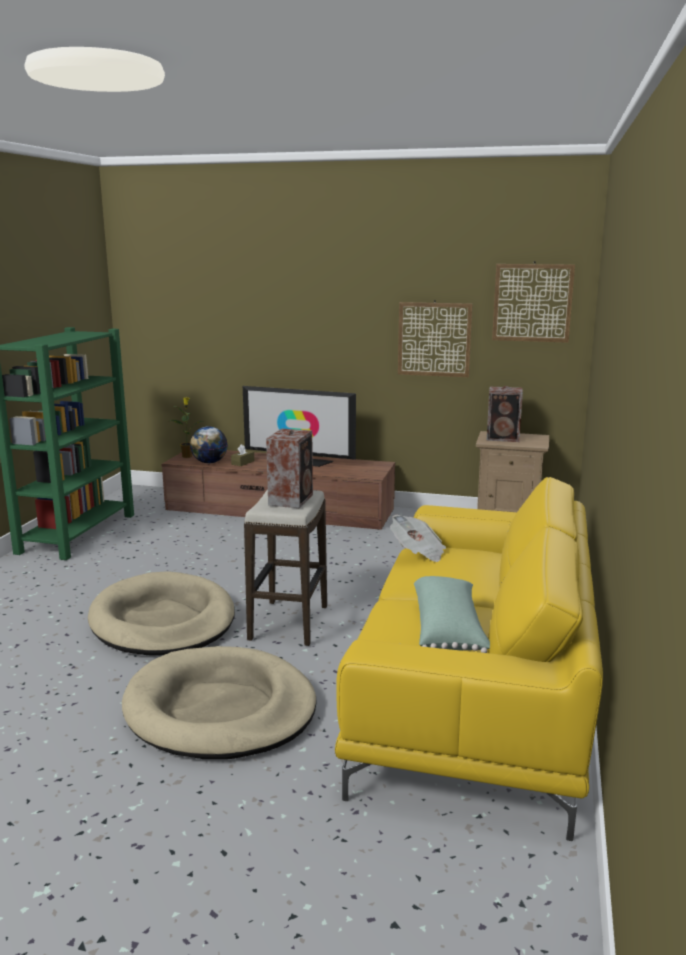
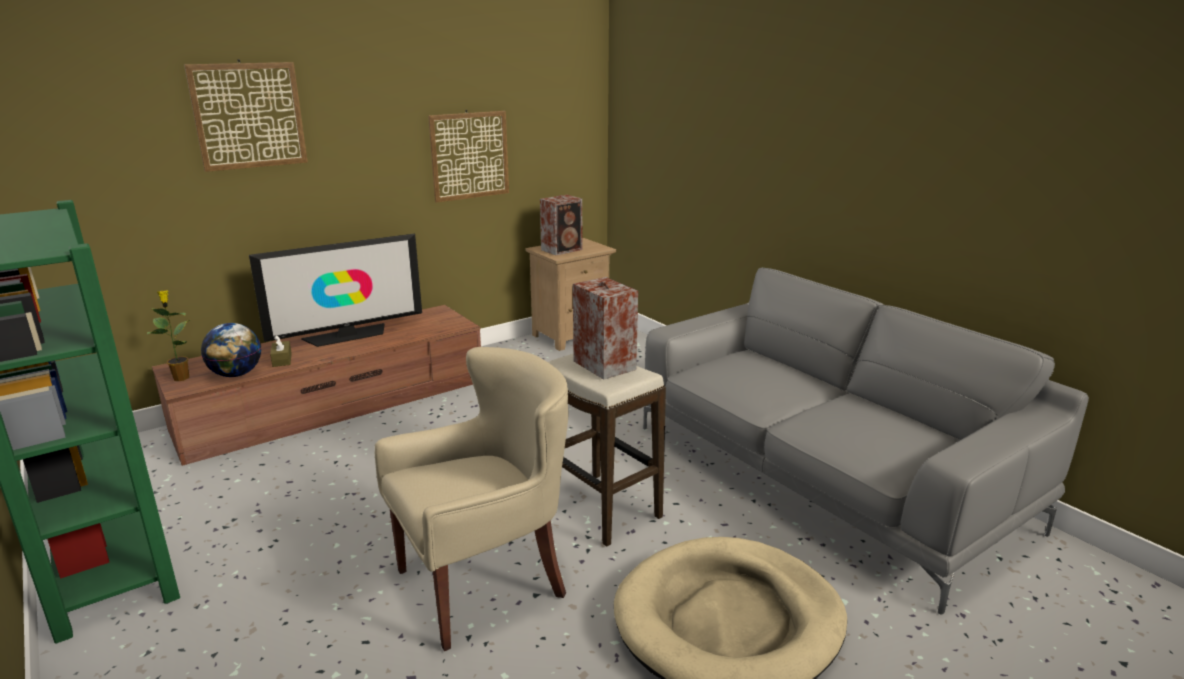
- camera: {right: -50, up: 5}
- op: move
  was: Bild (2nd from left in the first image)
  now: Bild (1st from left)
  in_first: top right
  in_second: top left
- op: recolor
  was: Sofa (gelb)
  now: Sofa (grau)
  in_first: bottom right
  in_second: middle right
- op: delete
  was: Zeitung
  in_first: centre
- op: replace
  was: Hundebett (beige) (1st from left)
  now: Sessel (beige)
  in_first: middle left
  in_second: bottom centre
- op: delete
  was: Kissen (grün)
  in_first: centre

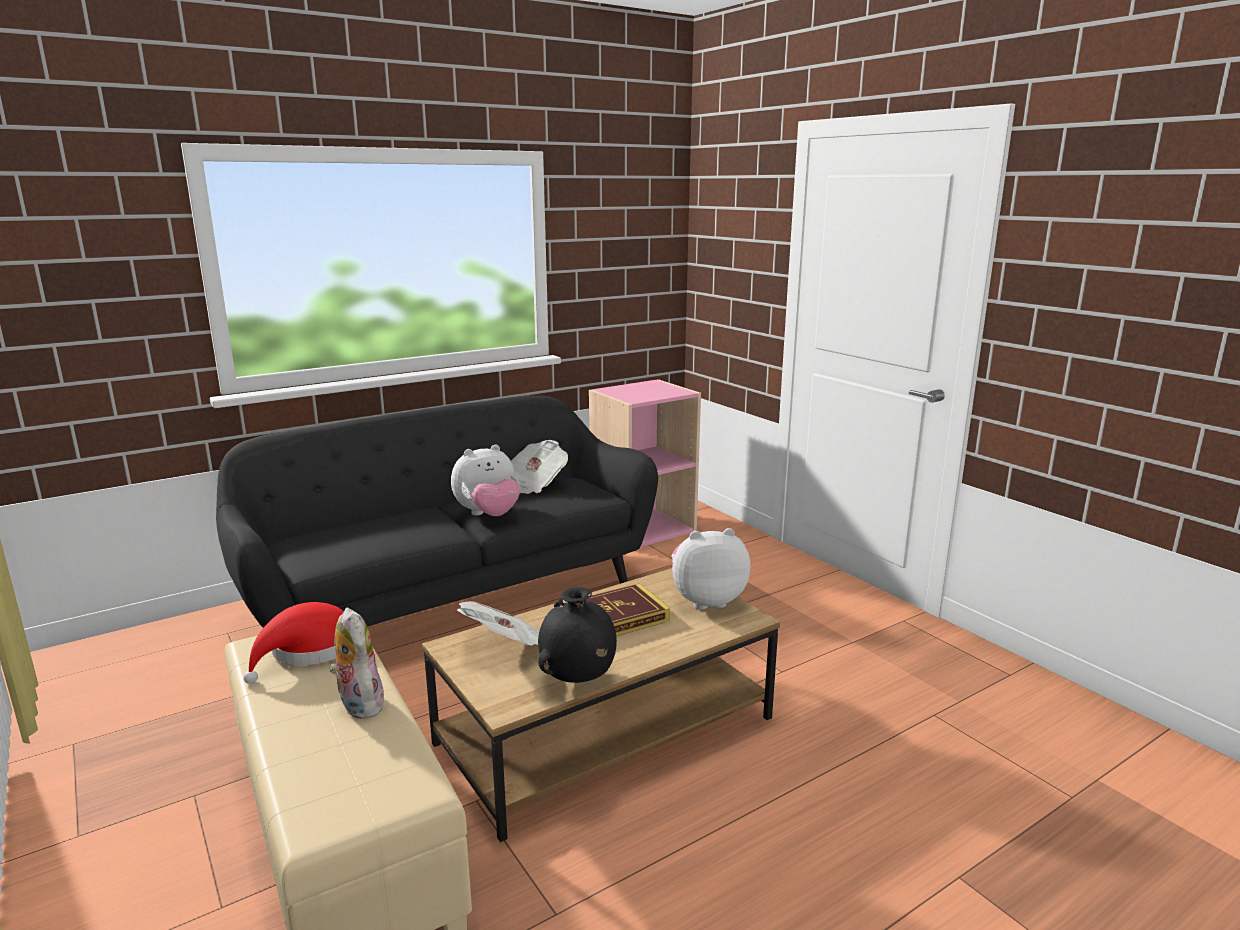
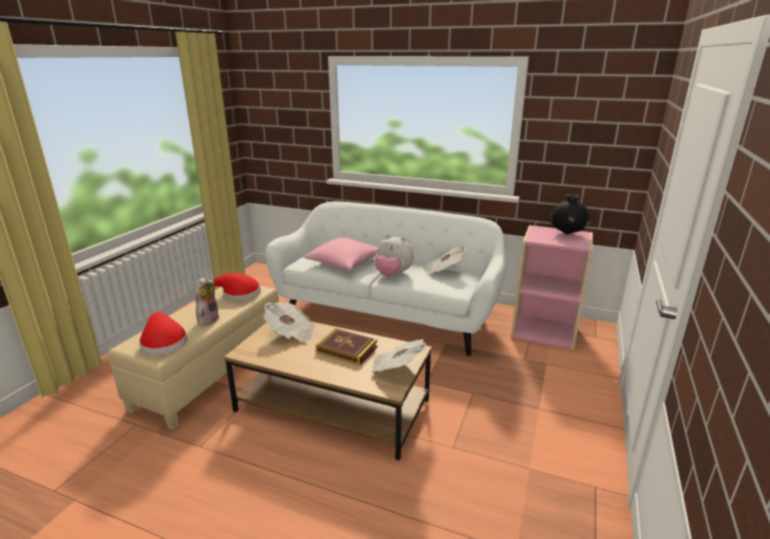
- camera: {right: 55, up: 5}
- op: recolor
  was: Sofa (schwarz)
  now: Sofa (weiß)
  in_first: centre
  in_second: centre
- op: replace
  was: Plüschtier (3rd from left)
  now: Zeitung (2nd from left)
  in_first: centre
  in_second: centre
- op: move
  was: Vase (schwarz)
  in_first: bottom centre
  in_second: middle right
- op: insert
  now: Kissen (rosa)
  in_second: centre
- op: insert
  now: Hut (rot) (1st from left)
  in_second: middle left

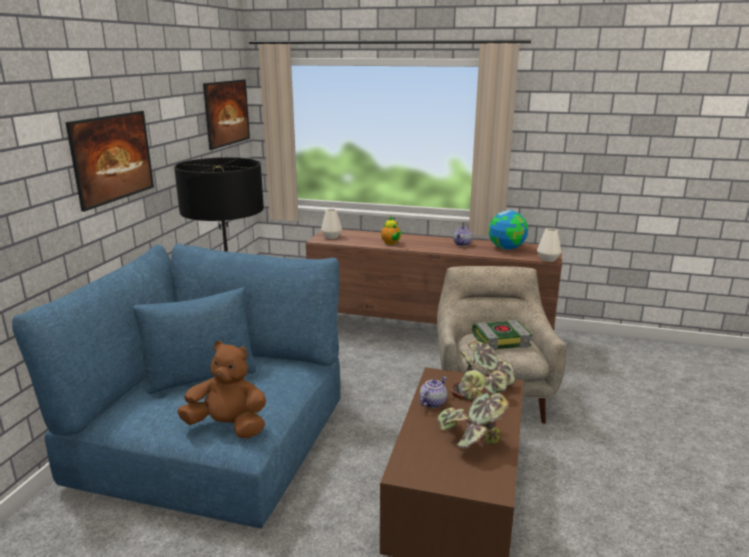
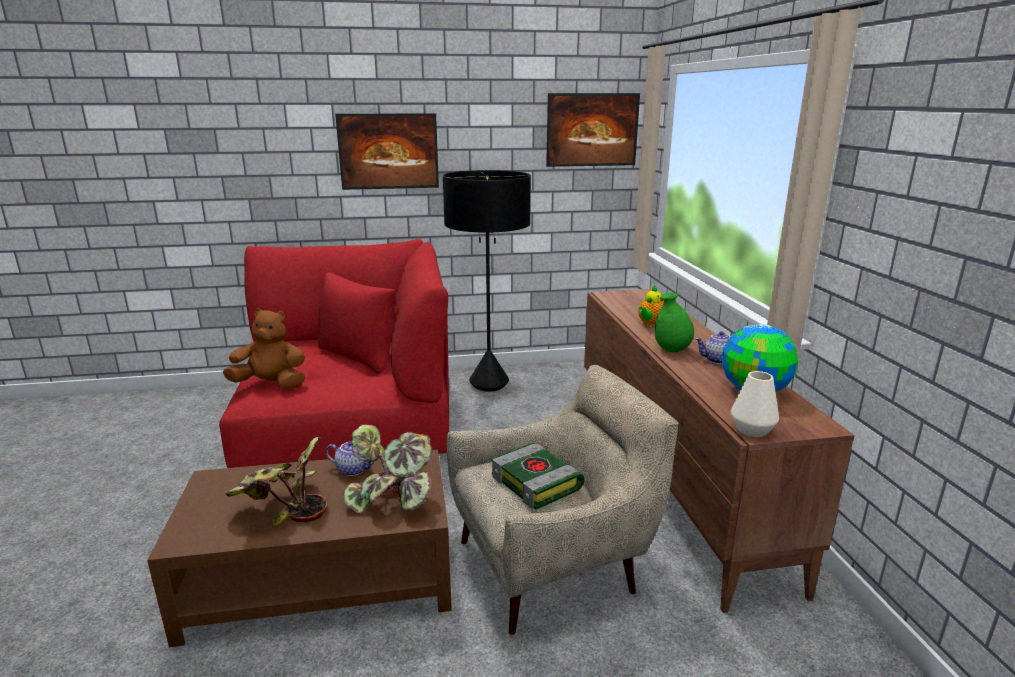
- camera: {right: 65, up: 0}
- op: delete
  was: Vase (weiß) (1st from left)
  in_first: centre
- op: recolor
  was: Sofa (blau)
  now: Sofa (rot)
  in_first: bottom left
  in_second: middle left
- op: rotate
  was: Plüschtier (braun)
  in_first: bottom left
  in_second: middle left
  clockwise: -75
- op: insert
  now: Vase (grün)
  in_second: centre

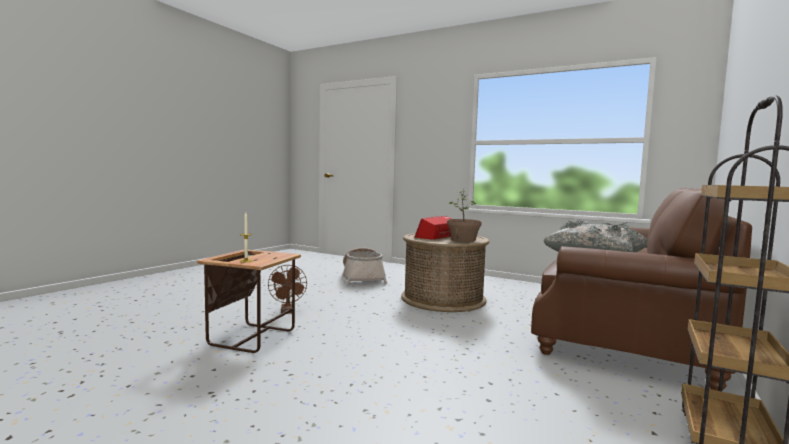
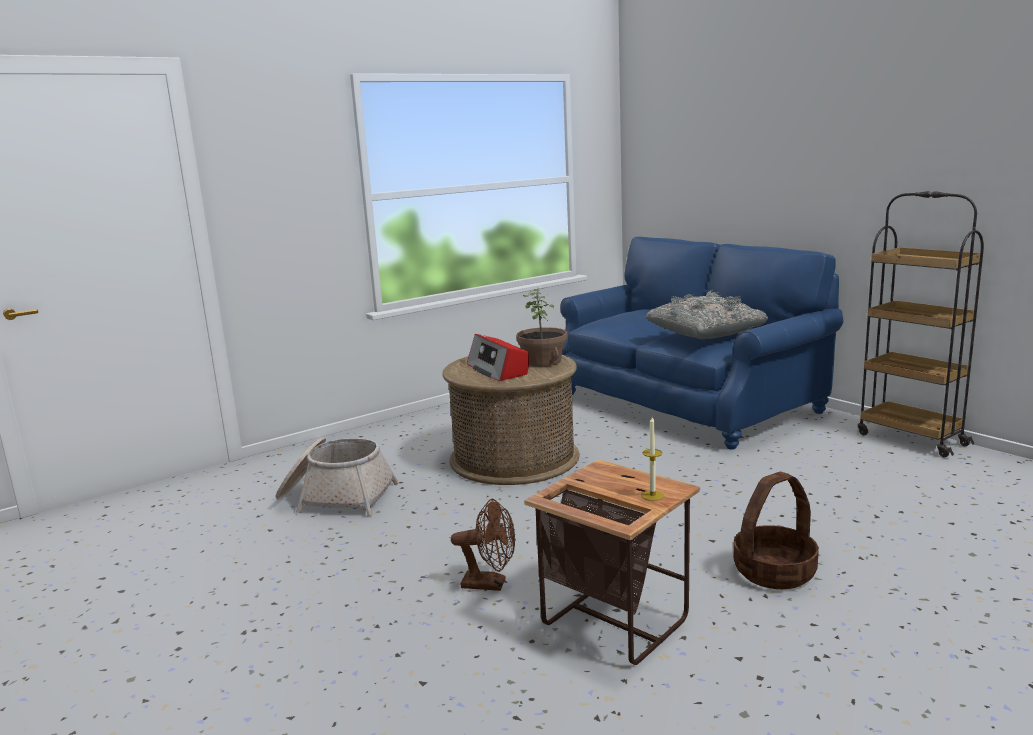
- camera: {right: -65, up: 10}
- op: recolor
  was: Sofa (braun)
  now: Sofa (blau)
  in_first: middle right
  in_second: middle right
- op: insert
  now: Korb (2nd from left)
  in_second: bottom right

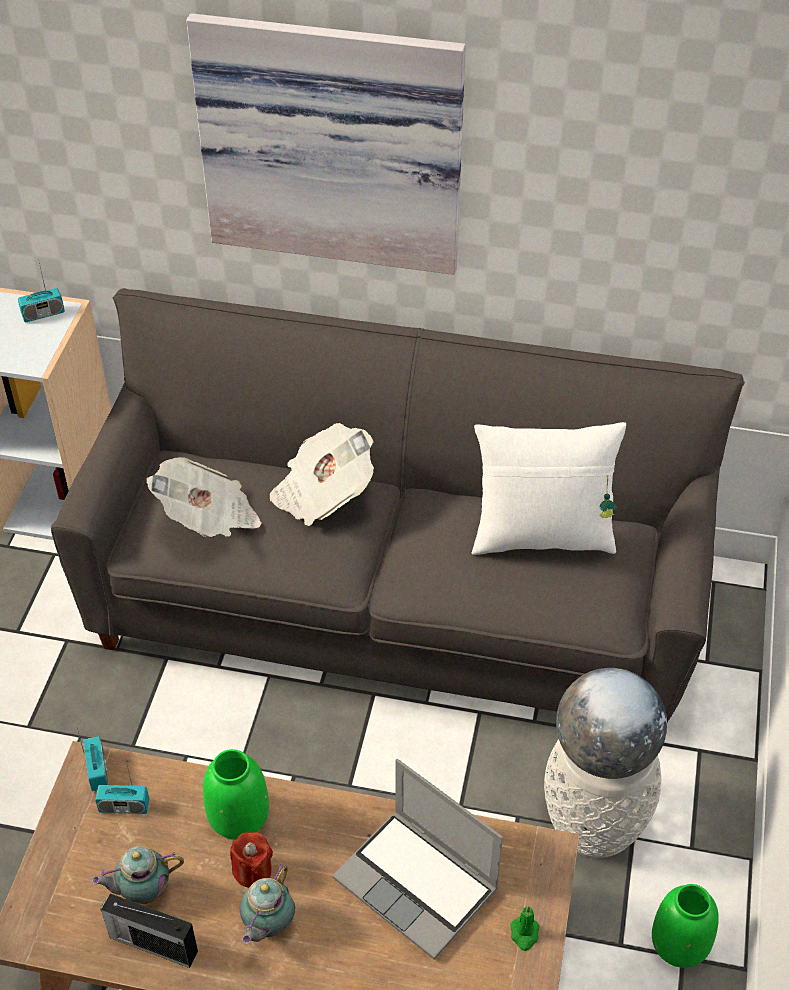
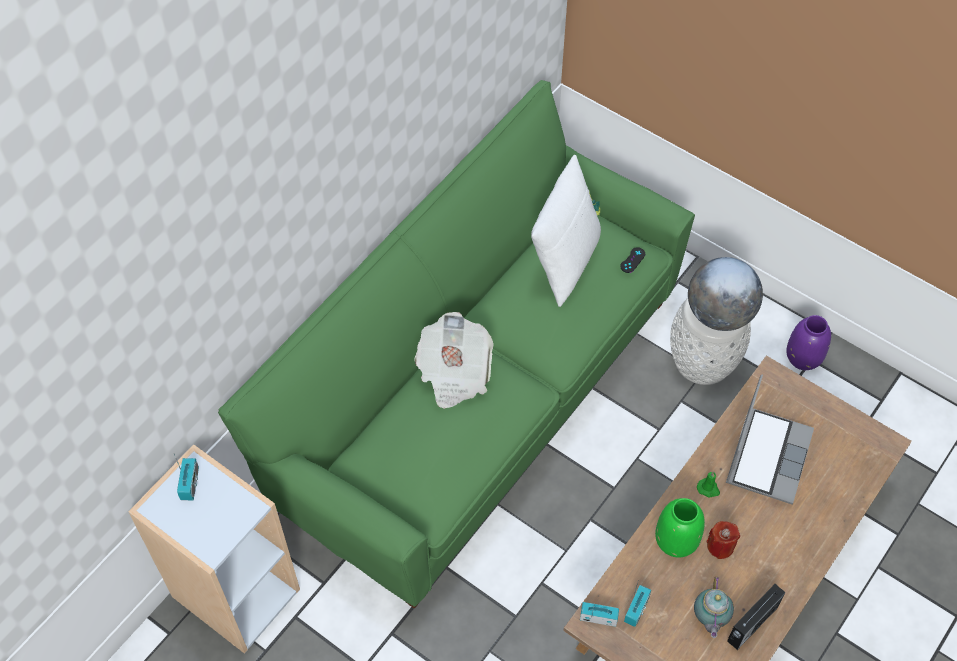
- camera: {right: -65, up: 10}
- op: delete
  was: Bild
  in_first: top centre
- op: recolor
  was: Sofa (grau)
  now: Sofa (grün)
  in_first: centre
  in_second: centre
- op: delete
  was: Zeitung (1st from left)
  in_first: middle left
- op: rotate
  was: Laptop
  in_first: bottom centre
  in_second: middle right
  clockwise: -45
- op: delete
  was: Teekanne (2nd from left)
  in_first: bottom centre
- op: recolor
  was: Vase (grün) (2nd from left)
  now: Vase (lila)
  in_first: bottom right
  in_second: middle right
- op: move
  was: Kerze (grün)
  in_first: bottom centre
  in_second: bottom right
- op: insert
  now: Gamepad (schwarz)
  in_second: centre

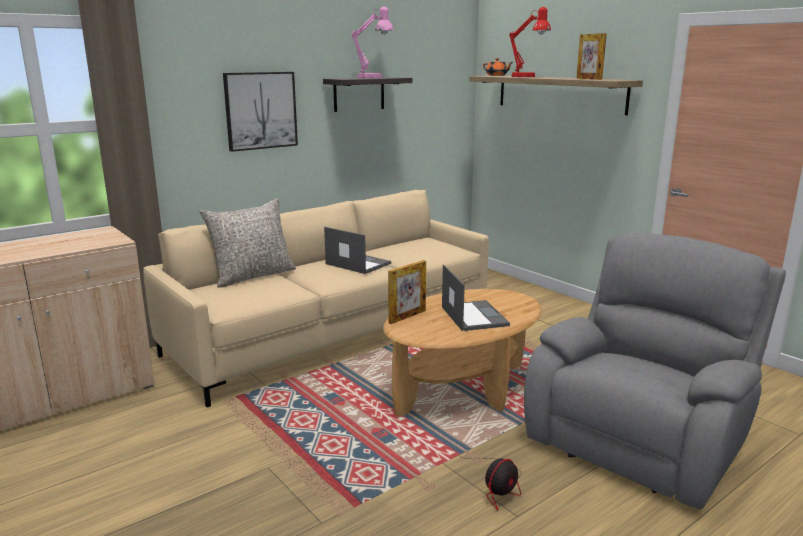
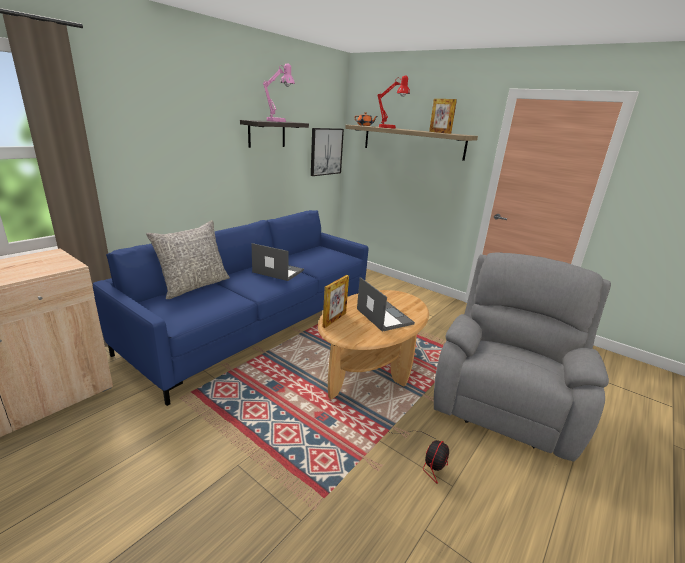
- camera: {right: -15, up: 5}
- op: move
  was: Bild
  in_first: top left
  in_second: top centre
- op: recolor
  was: Sofa (beige)
  now: Sofa (blau)
  in_first: centre
  in_second: centre

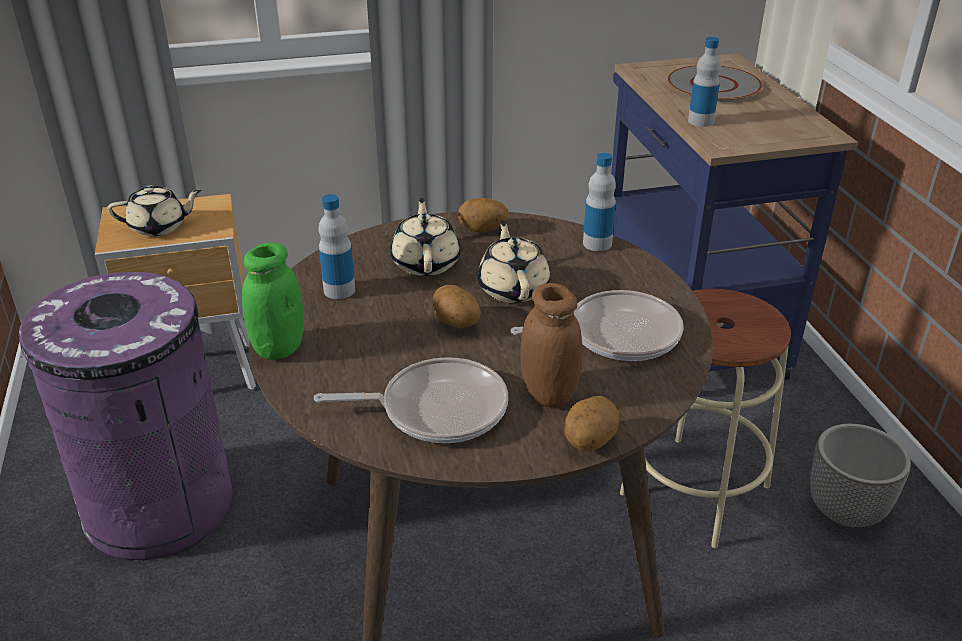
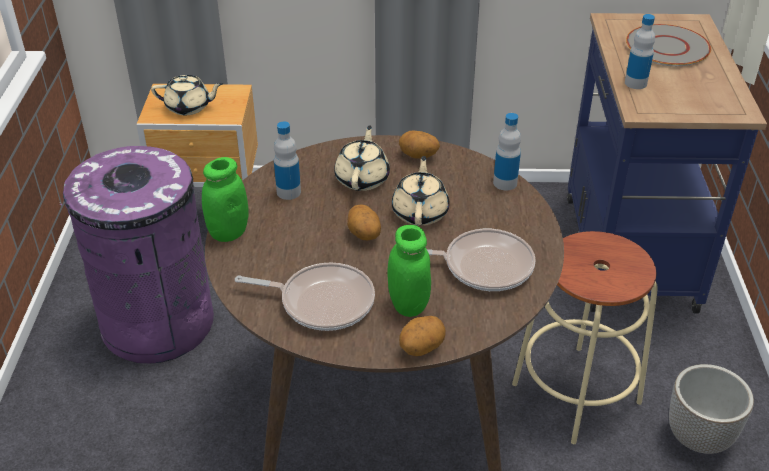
- camera: {right: 15, up: 5}
- op: recolor
  was: Vorratsglas (braun)
  now: Vorratsglas (grün) (2nd from left)
  in_first: centre
  in_second: centre

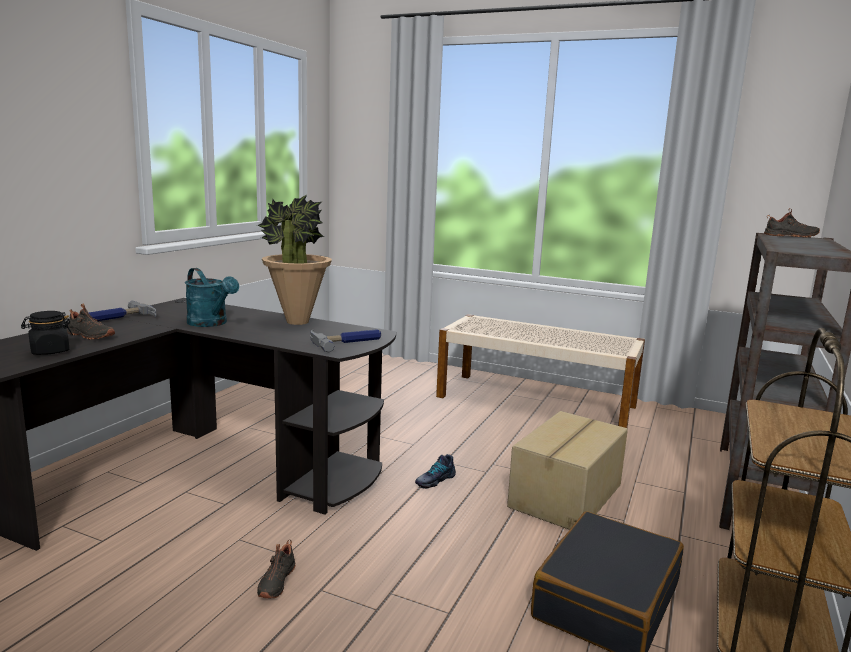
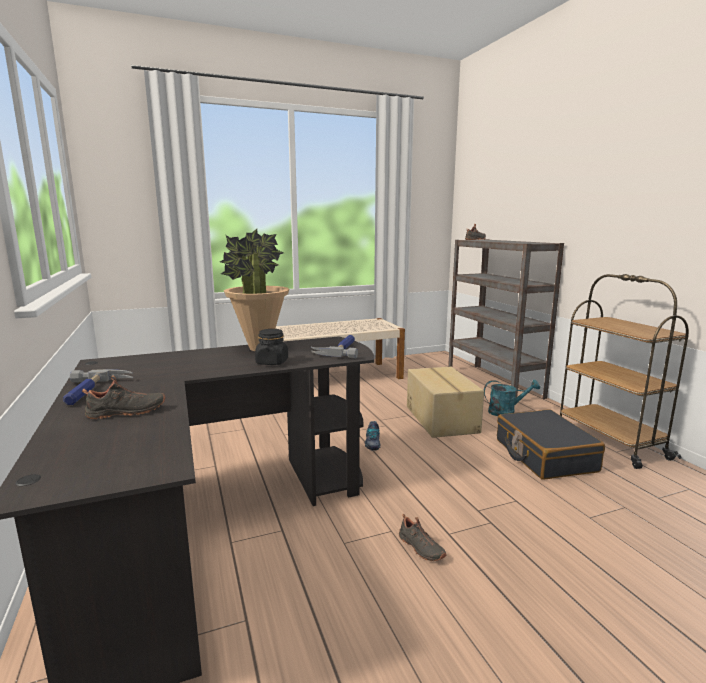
- camera: {right: -45, up: 0}
- op: move
  was: Gießkanne (türkis)
  in_first: middle left
  in_second: middle right
- op: move
  was: Vorratsglas (schwarz)
  in_first: middle left
  in_second: centre

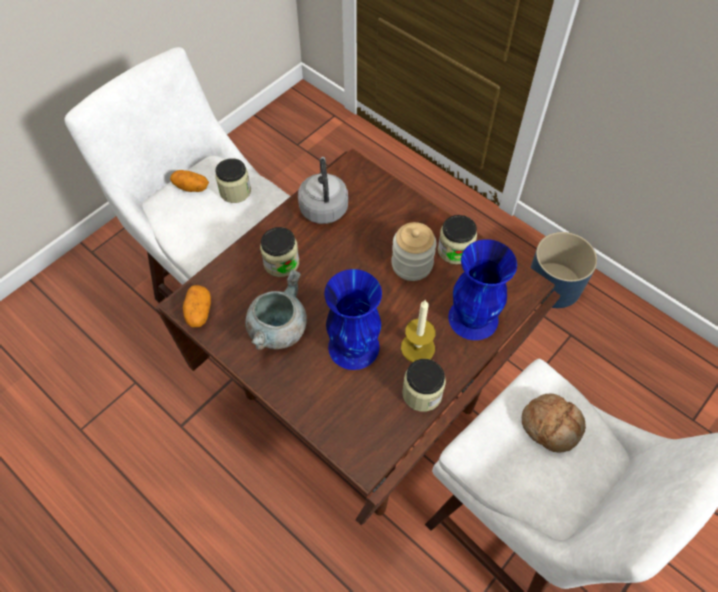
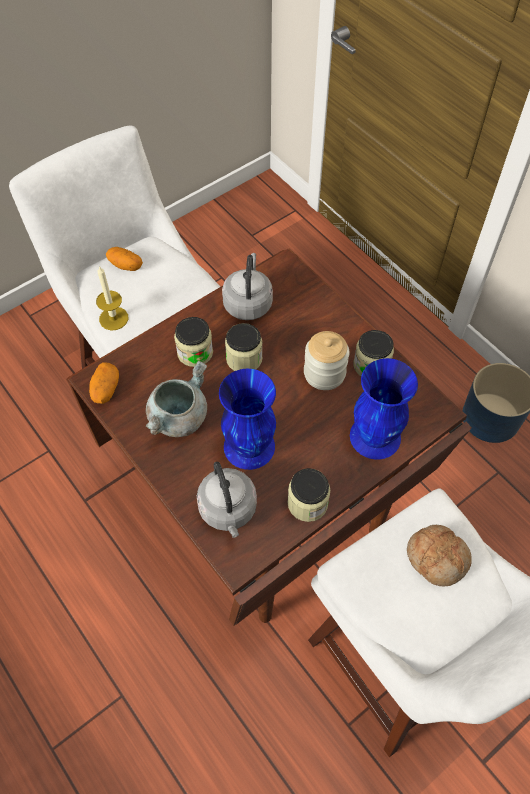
- camera: {right: 10, up: 0}
- op: move
  was: Vorratsglas (1st from left in the first image)
  now: Vorratsglas (2nd from left)
  in_first: top left
  in_second: centre
- op: move
  was: Kerze
  in_first: centre
  in_second: middle left
- op: insert
  now: Wasserkessel (grau) (1st from left)
  in_second: centre

